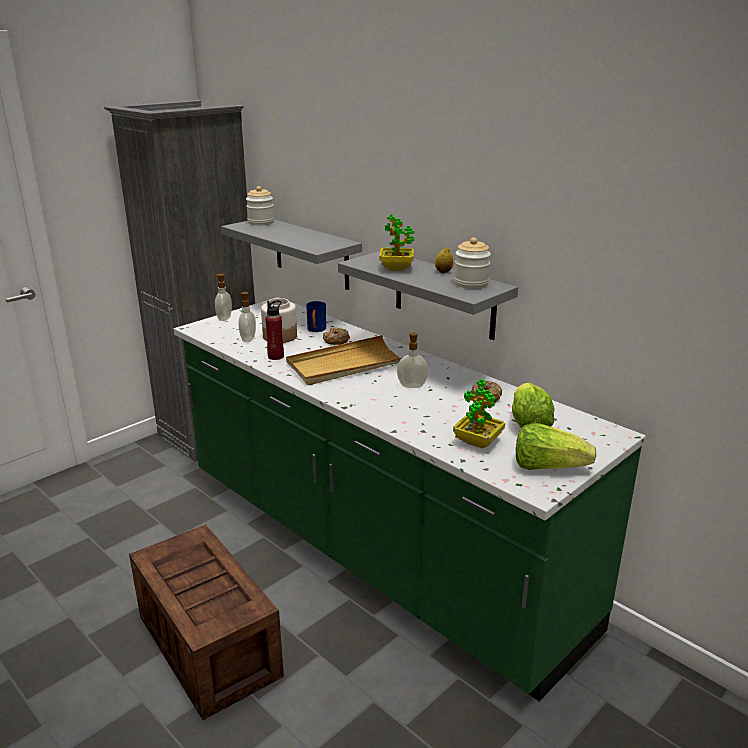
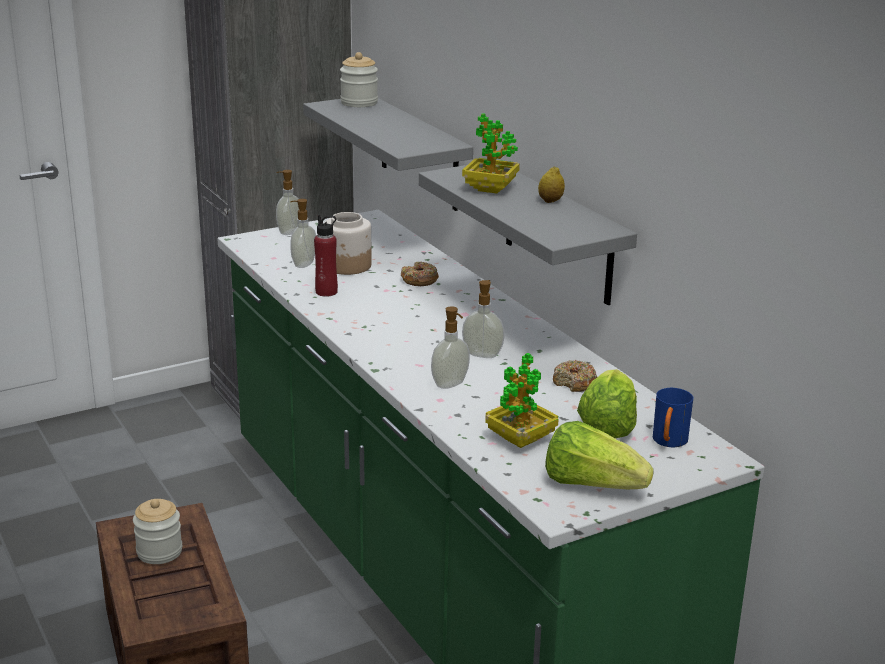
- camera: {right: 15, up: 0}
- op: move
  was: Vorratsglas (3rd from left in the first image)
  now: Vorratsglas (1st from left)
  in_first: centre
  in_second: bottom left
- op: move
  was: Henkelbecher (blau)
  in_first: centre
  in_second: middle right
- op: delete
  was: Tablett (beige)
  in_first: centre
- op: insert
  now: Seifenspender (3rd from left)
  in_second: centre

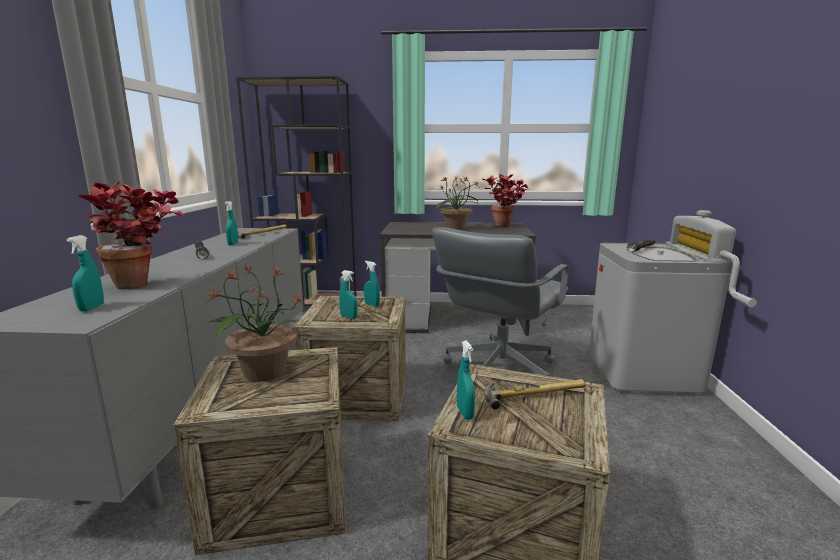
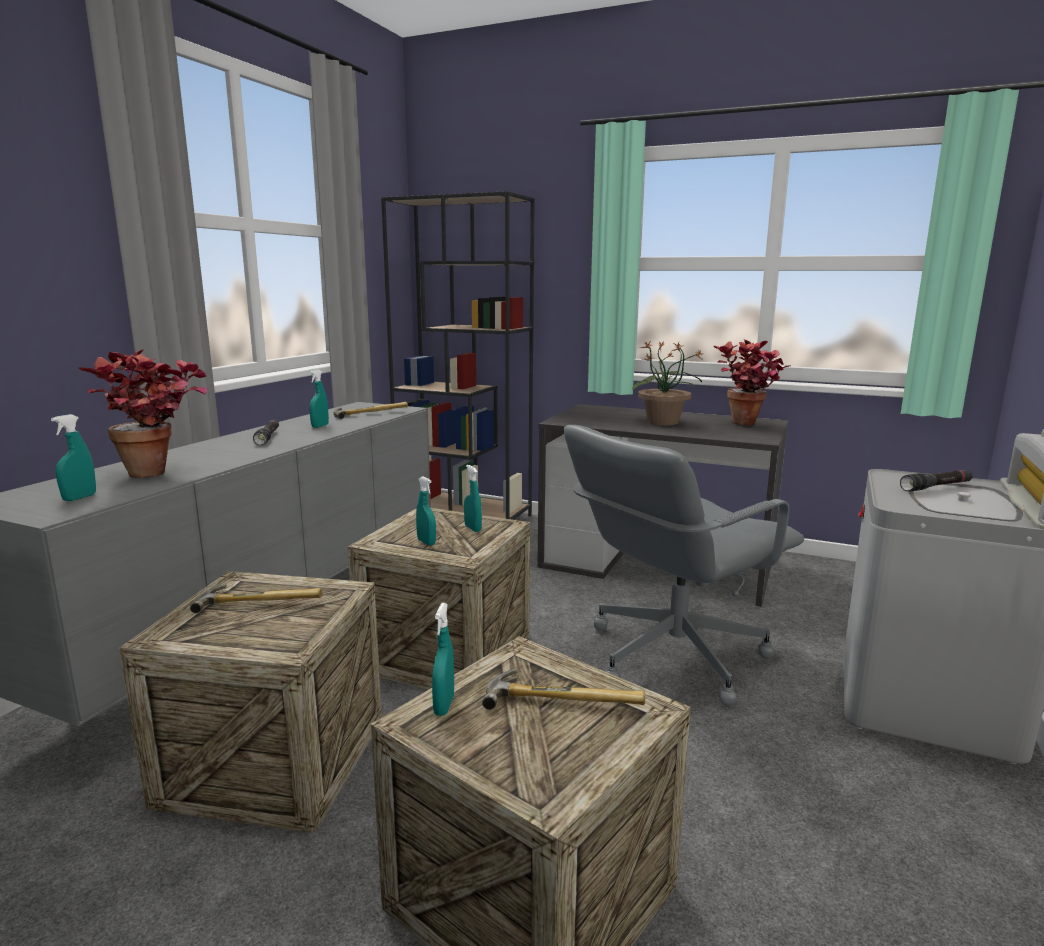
- camera: {right: 20, up: 0}
- op: replace
  was: Topfpflanze (2nd from left)
  now: Hammer (1st from left)
  in_first: middle left
  in_second: middle left

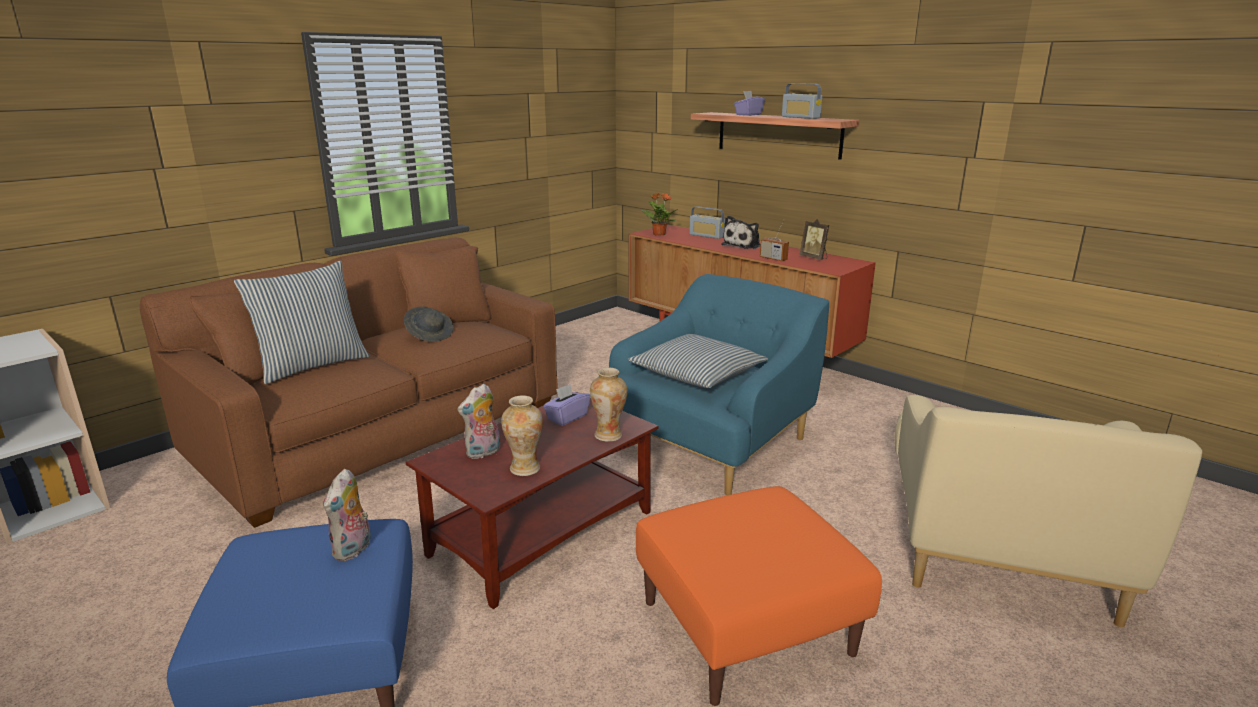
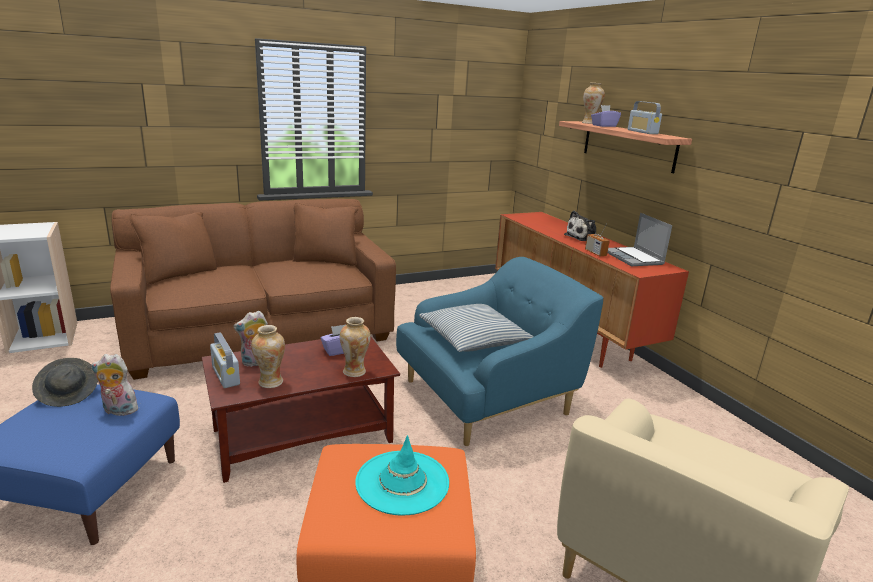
- camera: {right: 20, up: 0}
- op: delete
  was: Topfpflanze
  in_first: top centre
- op: move
  was: Radio (1st from left)
  in_first: top centre
  in_second: middle left
- op: replace
  was: Bilderrahmen
  now: Laptop
  in_first: centre
  in_second: middle right
- op: delete
  was: Kissen (1st from left)
  in_first: middle left
- op: move
  was: Hut (grau)
  in_first: centre
  in_second: middle left
- op: rotate
  was: Plüschtier (1st from left)
  in_first: bottom left
  in_second: middle left
  clockwise: 60
- op: insert
  now: Vase (3rd from left)
  in_second: top right
- op: insert
  now: Hut (türkis)
  in_second: bottom centre

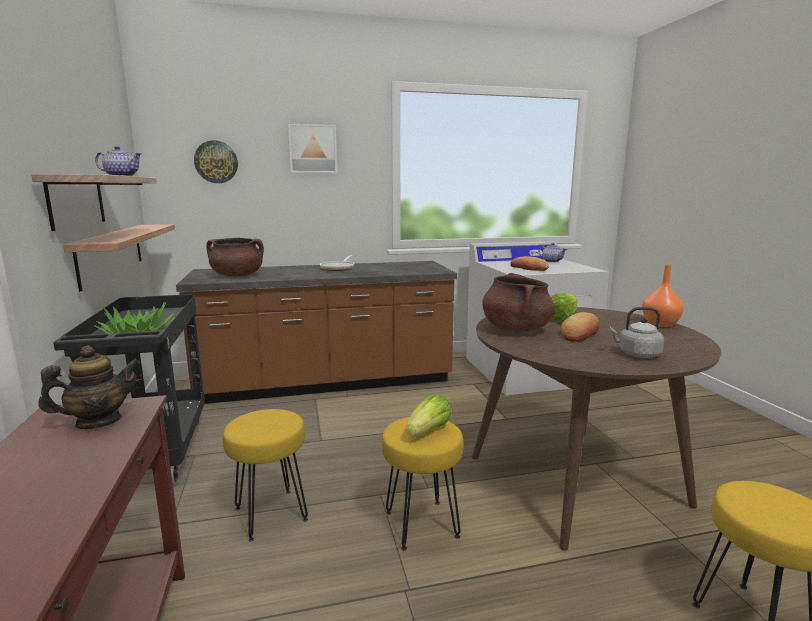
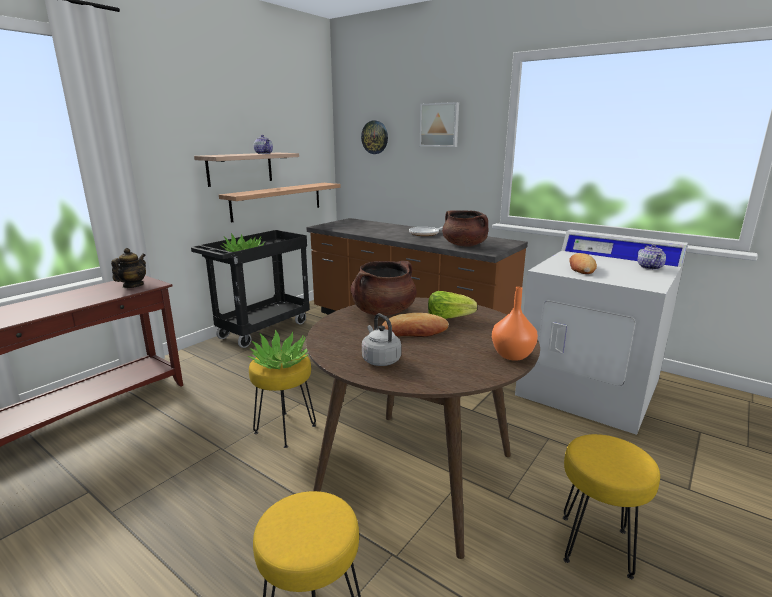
- camera: {right: 50, up: 5}
- op: move
  was: Kochtopf (braun) (1st from left in the first image)
  now: Kochtopf (braun) (2nd from left)
  in_first: middle left
  in_second: centre
- op: rotate
  was: Teekanne (1st from left)
  in_first: middle left
  in_second: middle left
  clockwise: -90
- op: replace
  was: Salatkopf (1st from left)
  now: Topfpflanze (2nd from left)
  in_first: bottom centre
  in_second: centre
- op: move
  was: Hocker (gelb) (1st from left in the first image)
  now: Hocker (gelb) (3rd from left)
  in_first: bottom left
  in_second: bottom right

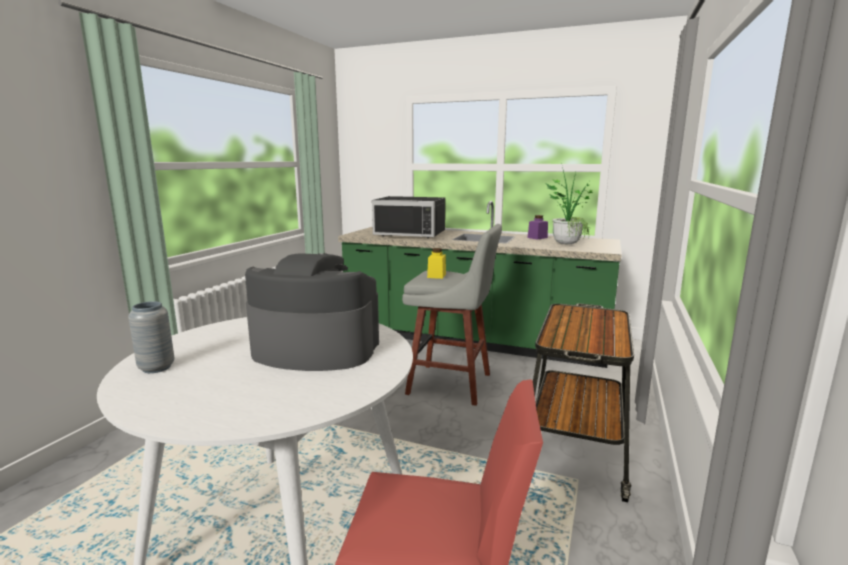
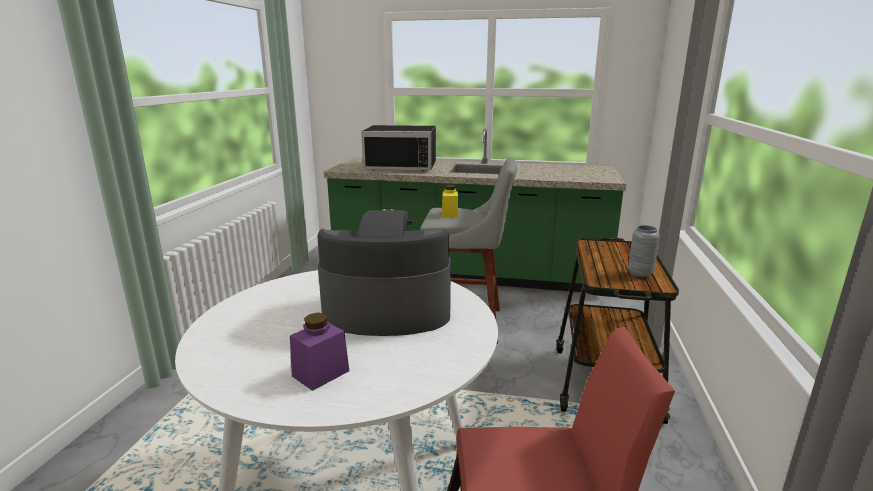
- camera: {right: -10, up: 5}
- op: delete
  was: Topfpflanze
  in_first: middle right
- op: move
  was: Vorratsglas (lila)
  in_first: centre
  in_second: bottom centre
- op: move
  was: Vase (grau)
  in_first: middle left
  in_second: middle right

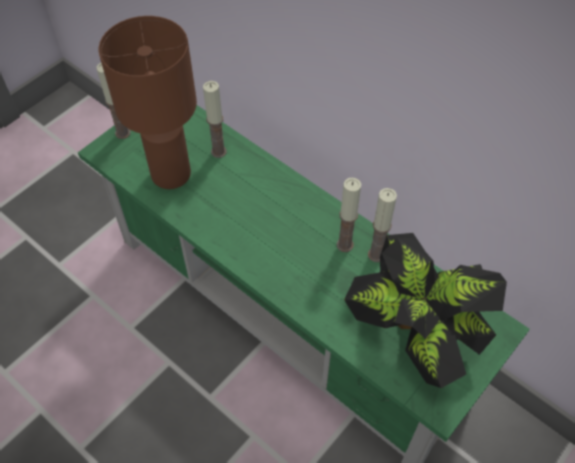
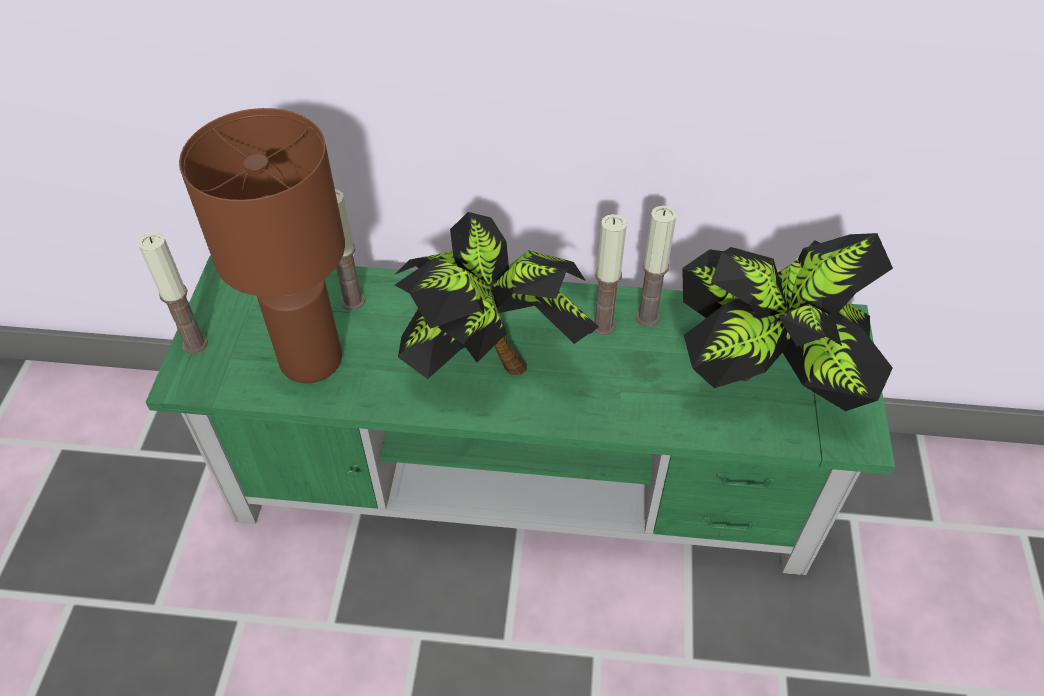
- camera: {right: -35, up: -5}
- op: insert
  now: Topfpflanze (1st from left)
  in_second: centre

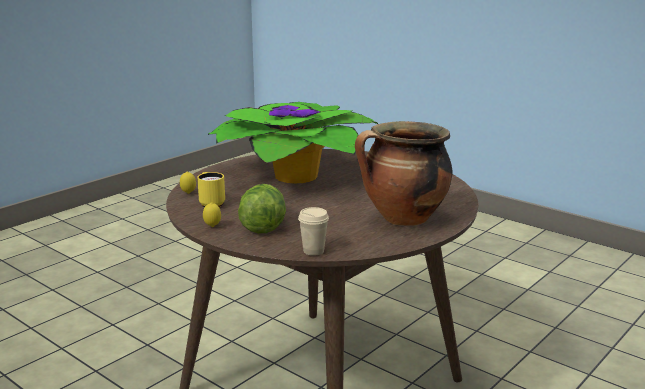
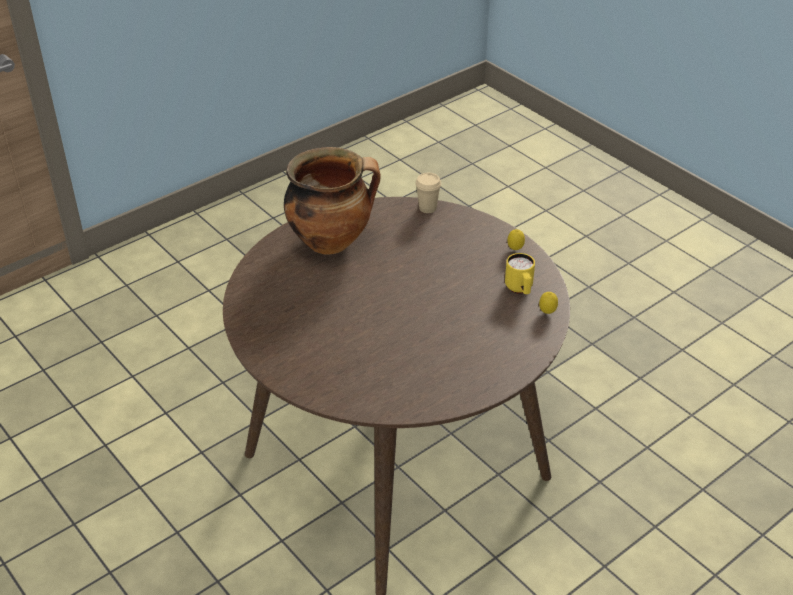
- camera: {right: -170, up: 20}
- op: delete
  was: Topfpflanze
  in_first: centre
- op: delete
  was: Salatkopf
  in_first: centre

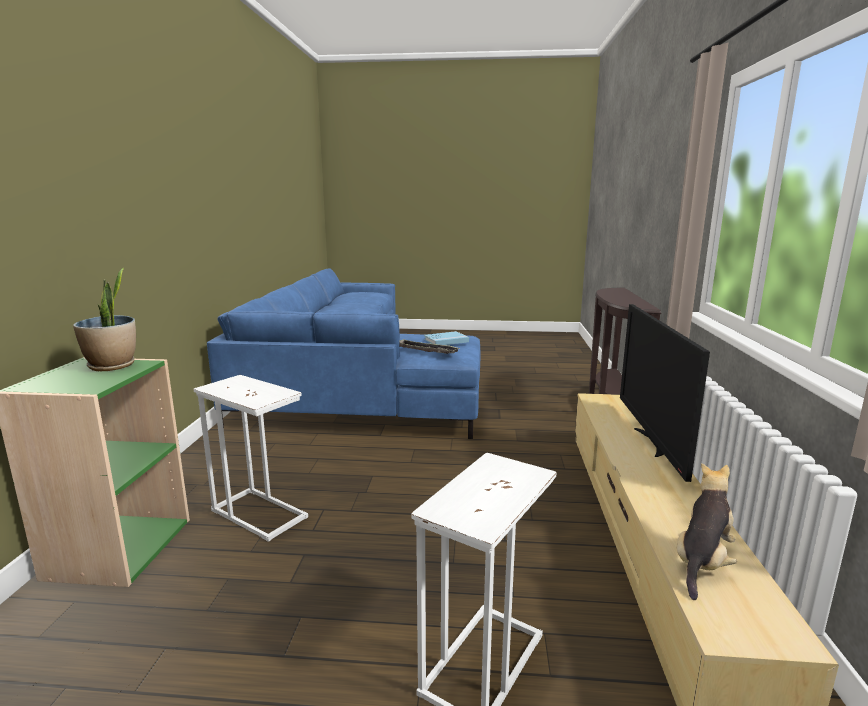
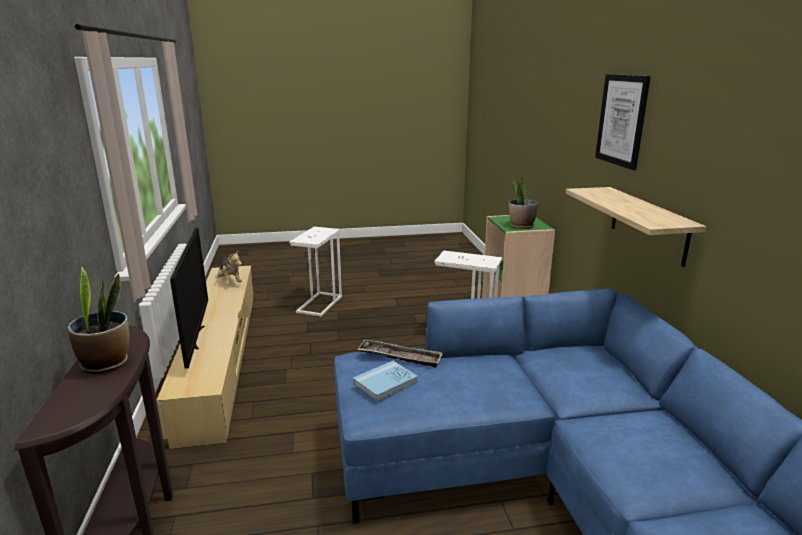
- camera: {right: 165, up: 5}
- op: rotate
  was: Plüschtier
  in_first: bottom right
  in_second: middle left
  clockwise: -60
- op: insert
  now: Bild
  in_second: top right
- op: insert
  now: Wandregal
  in_second: middle right
- op: insert
  now: Topfpflanze (1st from left)
  in_second: middle left

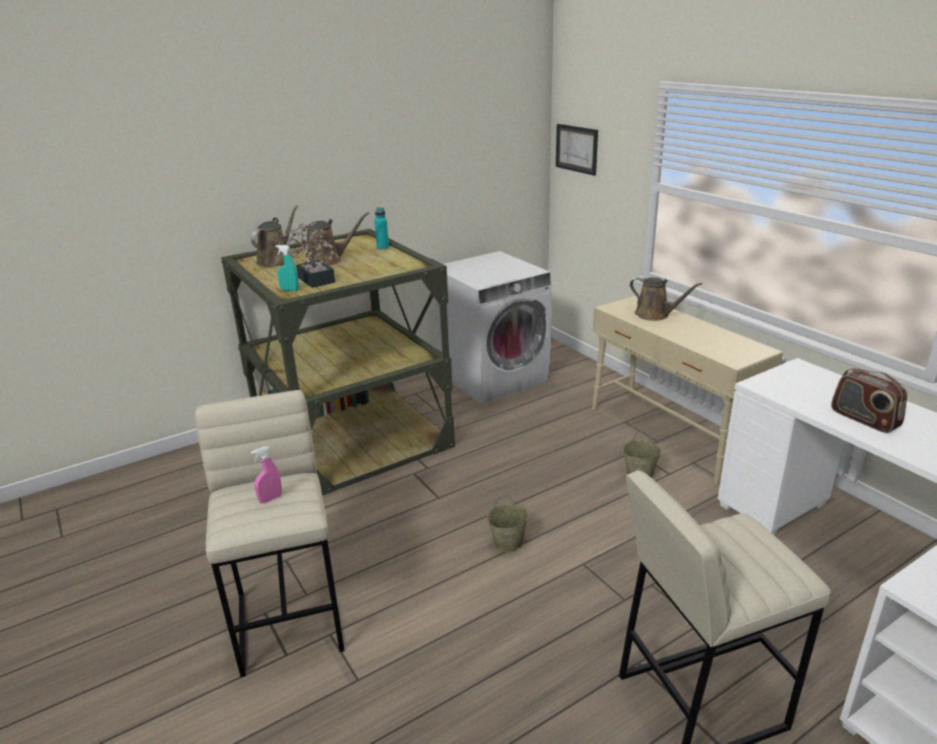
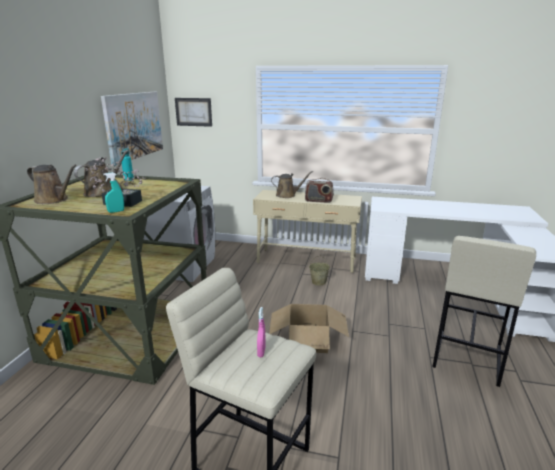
- camera: {right: -45, up: -5}
- op: rotate
  was: Gießkanne (braun) (1st from left)
  in_first: top left
  in_second: middle left
  clockwise: 135
- op: move
  was: Radio
  in_first: middle right
  in_second: centre
- op: replace
  was: Eimer (beige) (1st from left)
  now: Karton
  in_first: bottom centre
  in_second: bottom centre
- op: insert
  now: Bild (1st from left)
  in_second: top left

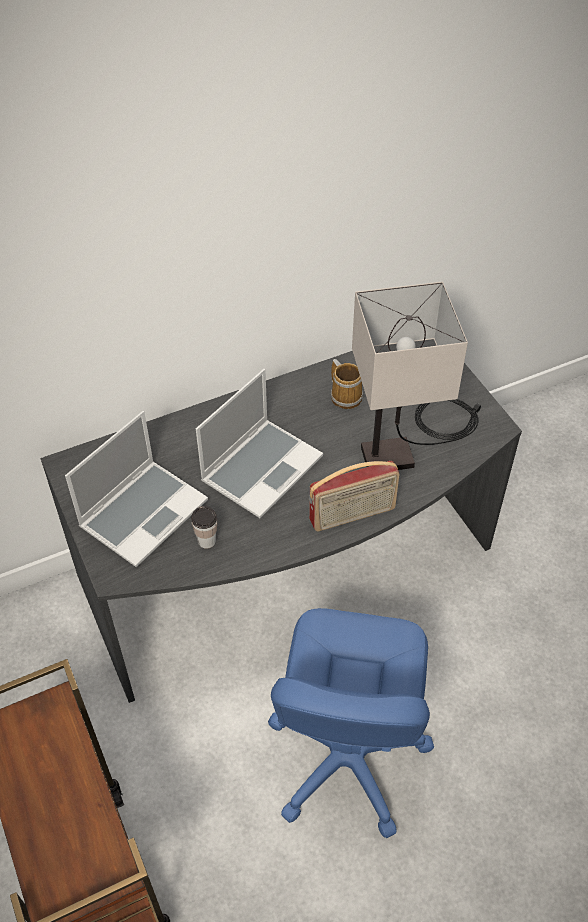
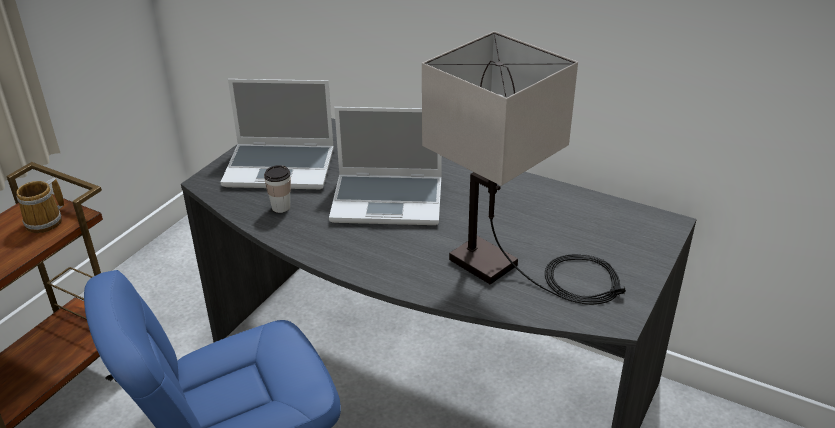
- camera: {right: 55, up: -15}
- op: move
  was: Henkelbecher
  in_first: centre
  in_second: middle left
- op: delete
  was: Radio
  in_first: centre

